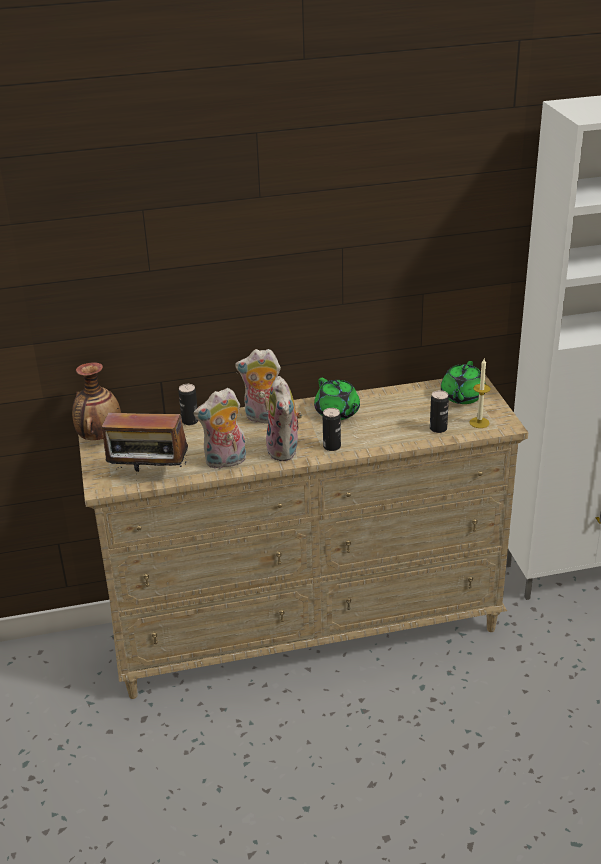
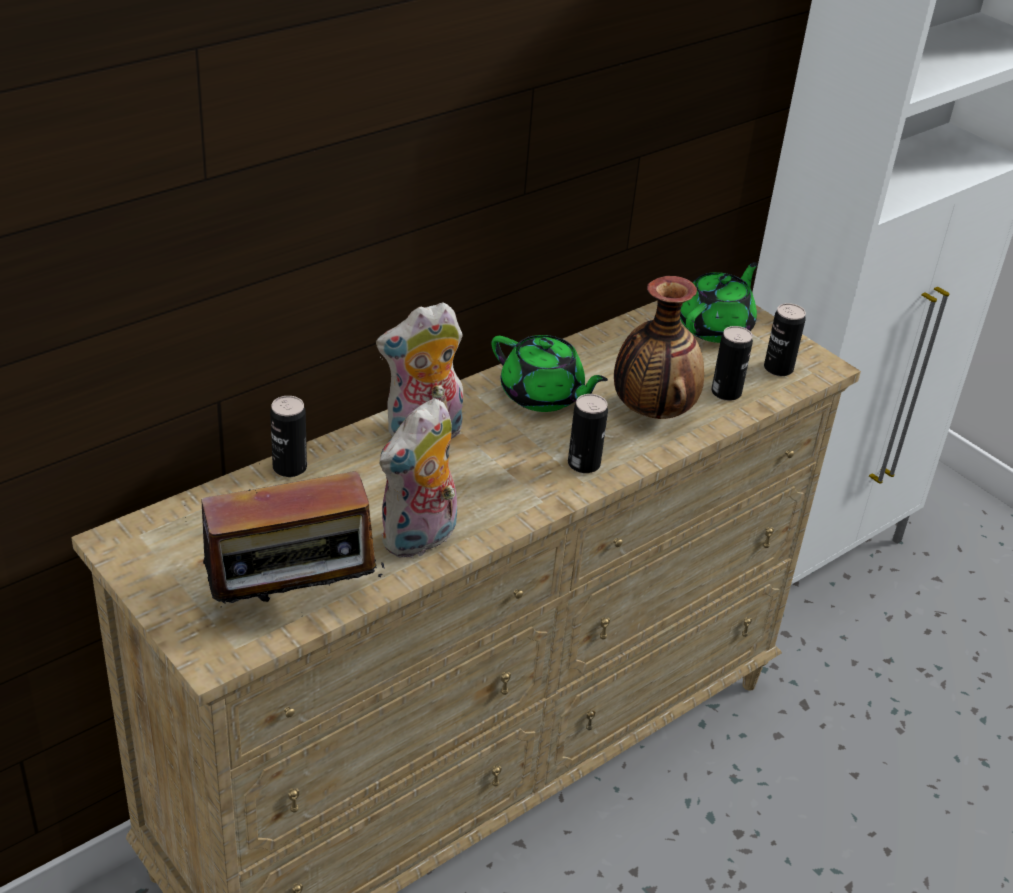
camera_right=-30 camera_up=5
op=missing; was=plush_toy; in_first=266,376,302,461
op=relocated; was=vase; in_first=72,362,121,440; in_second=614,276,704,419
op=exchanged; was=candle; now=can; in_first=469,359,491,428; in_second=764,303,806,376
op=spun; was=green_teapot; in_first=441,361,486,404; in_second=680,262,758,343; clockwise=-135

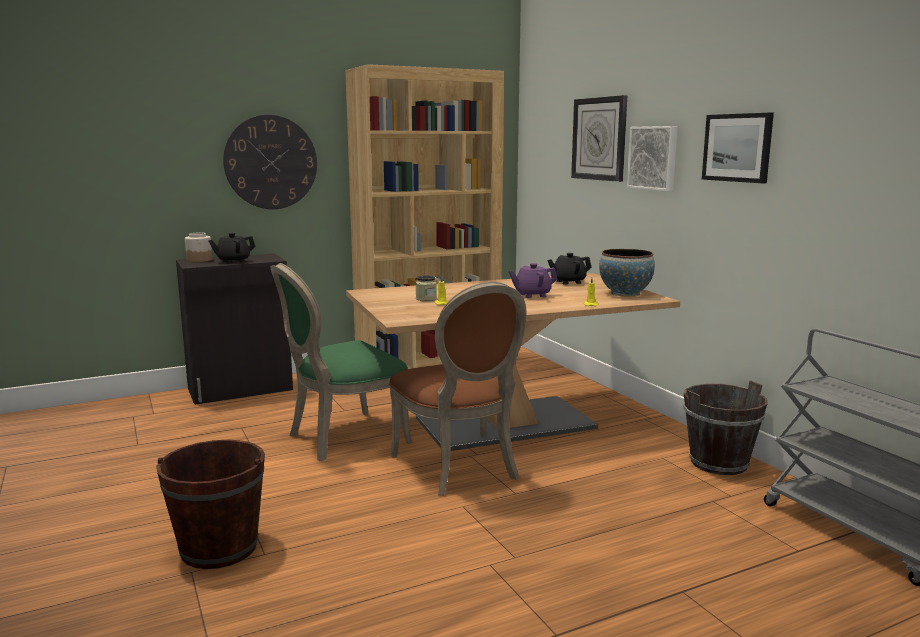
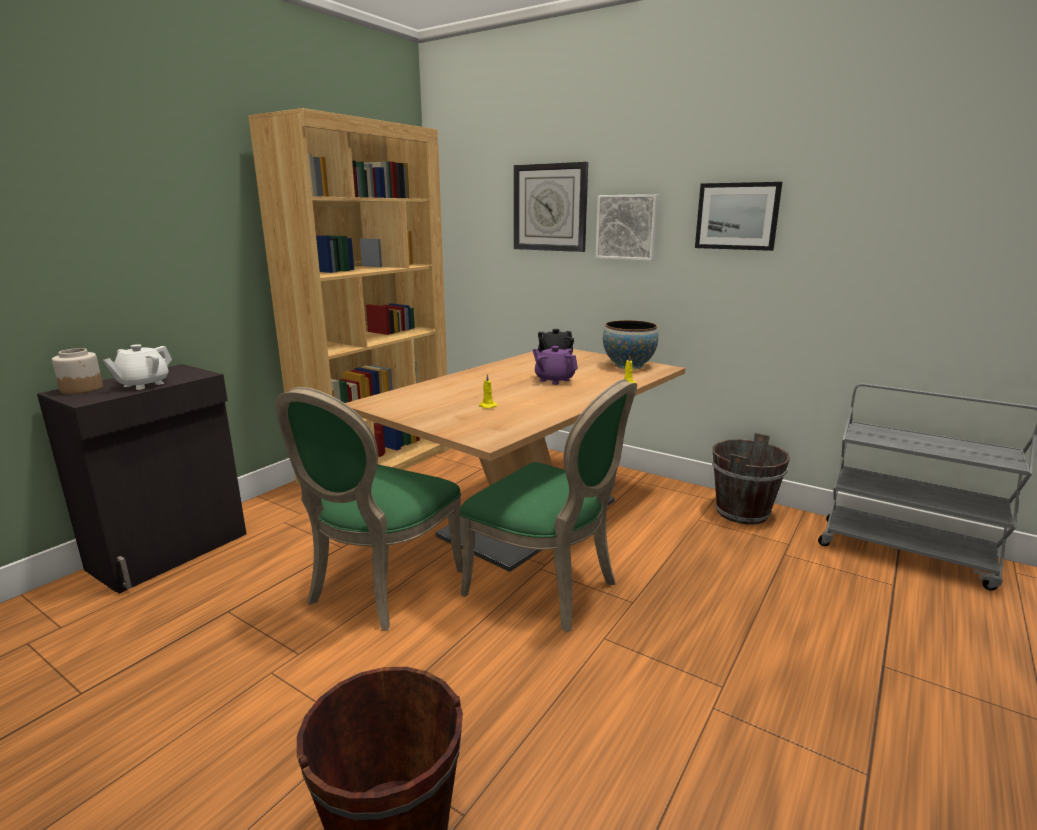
camera_right=-30 camera_up=5
op=missing; was=wall_clock; in_first=223,115,317,209
op=missing; was=jar; in_first=416,276,437,301
op=colour; was=black_teapot; now=white_teapot; in_first=208,233,256,264; in_second=103,344,172,390
op=colour; was=brown_chair; now=green_chair; in_first=389,281,526,495; in_second=459,379,637,633
op=spun; was=purple_teapot; in_first=509,263,558,298; in_second=533,346,578,385; clockwise=90

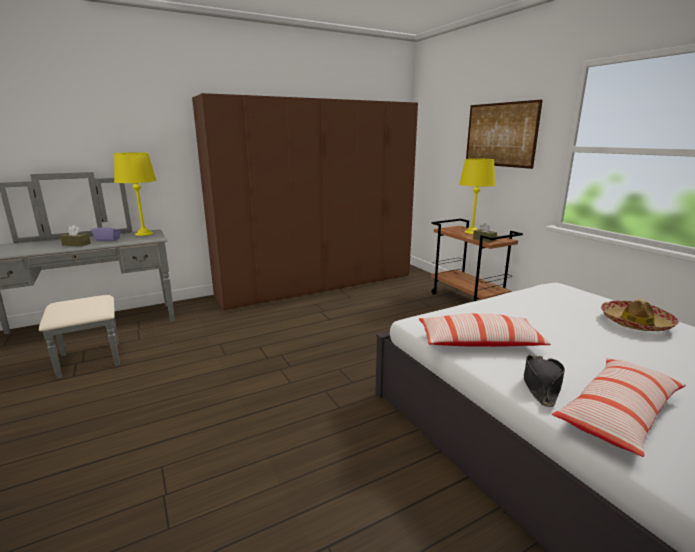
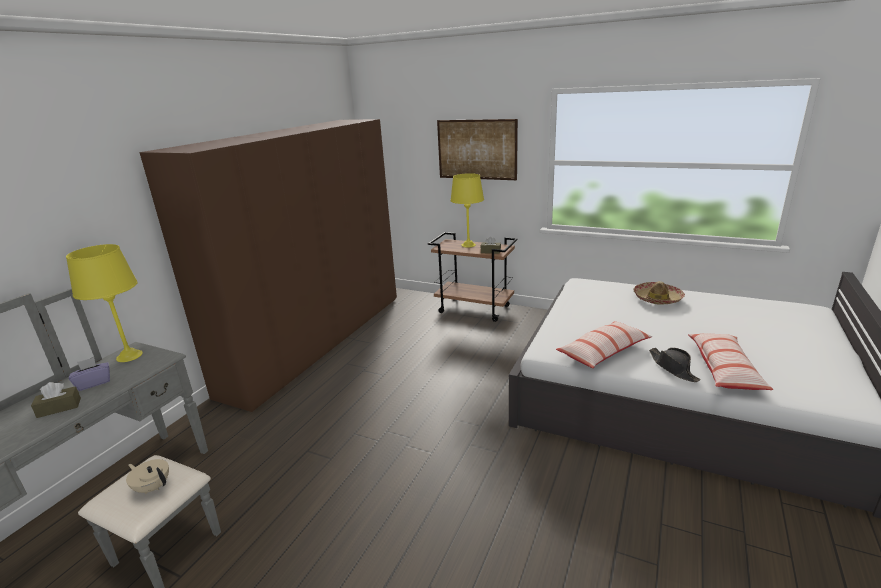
camera_right=-35 camera_up=5
op=appeared; now=beige_teapot; in_second=126,459,169,494

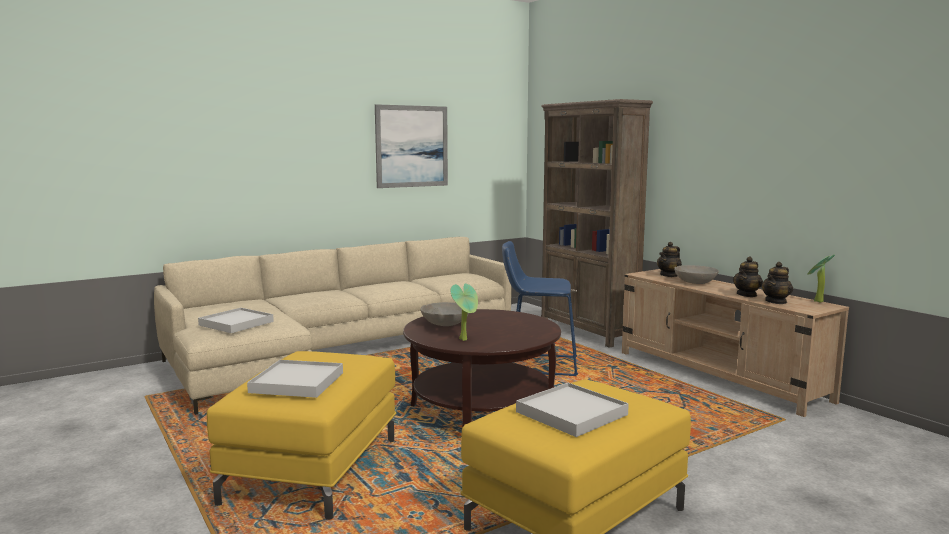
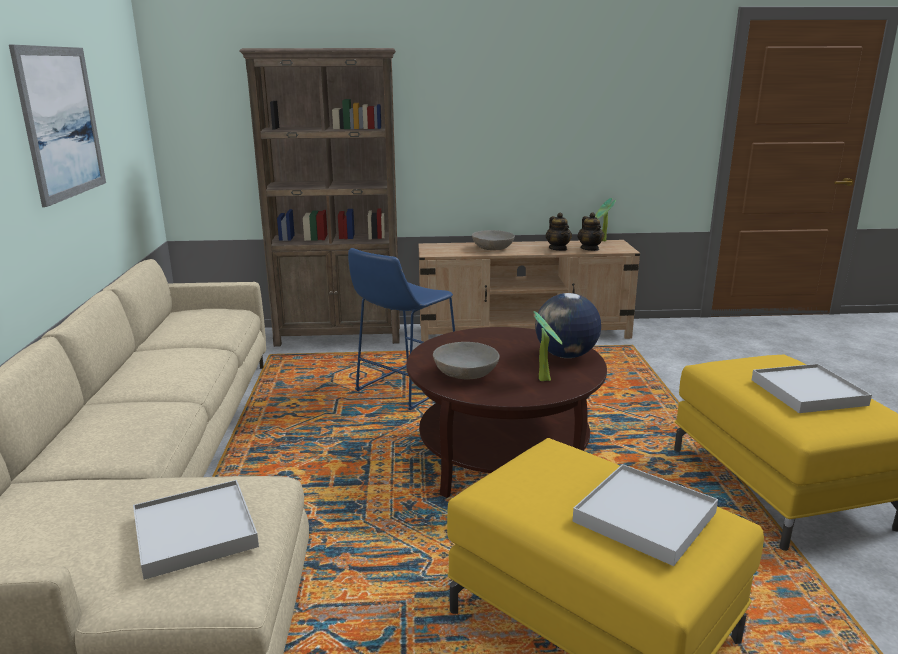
camera_right=-60 camera_up=10
op=missing; was=teapot; in_first=657,242,682,277
op=appeared; now=globe; in_second=535,293,601,358

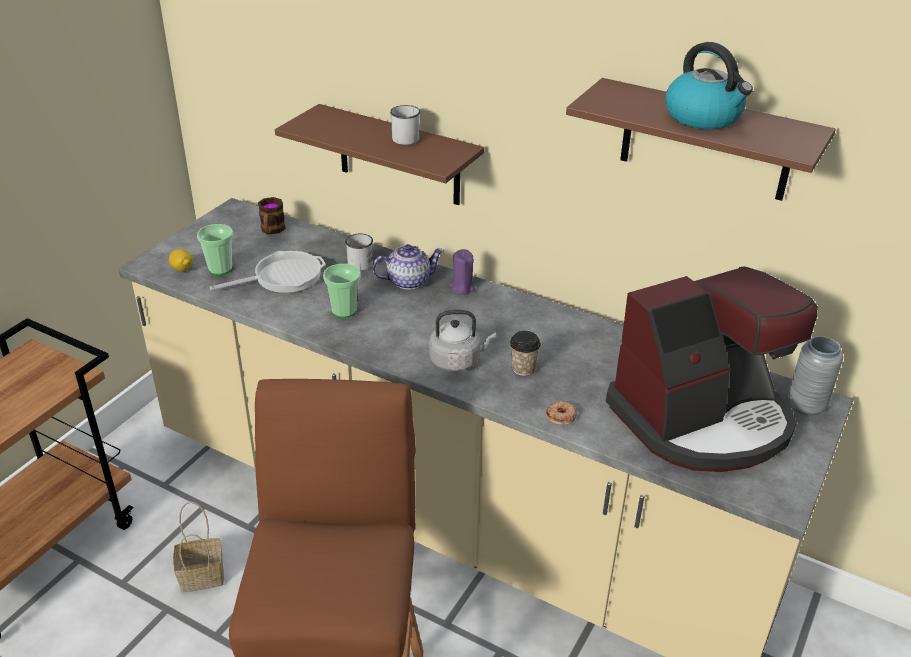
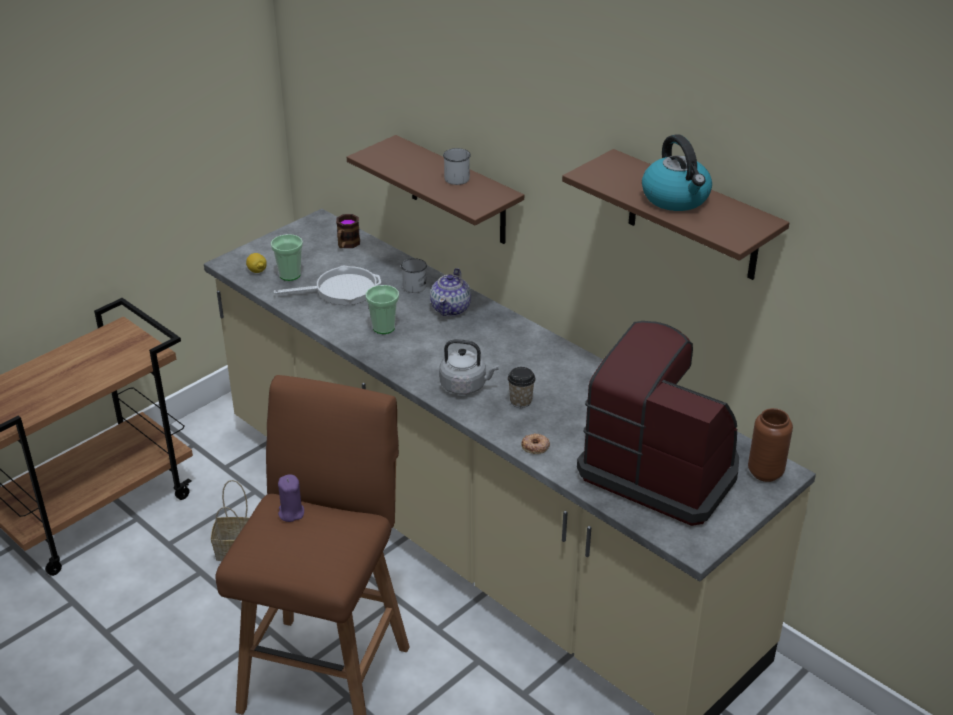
camera_right=15 camera_up=0
op=relocated; was=purple_candle; in_first=449,249,475,295; in_second=278,475,304,522
op=colour; was=grey_vase; now=brown_vase; in_first=788,336,843,416; in_second=748,408,793,482
op=spun; was=teapot; in_first=372,244,444,289; in_second=430,268,471,316; clockwise=105
op=spun; was=coffee_machine; in_first=606,266,818,472; in_second=577,321,739,526; clockwise=-135

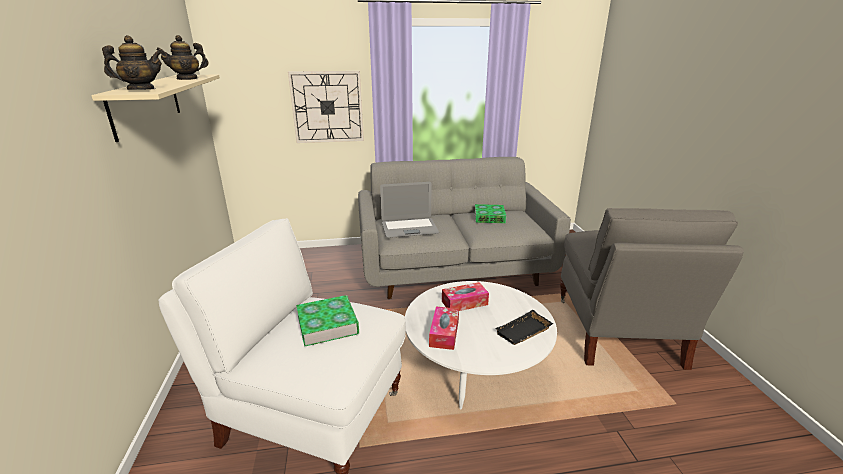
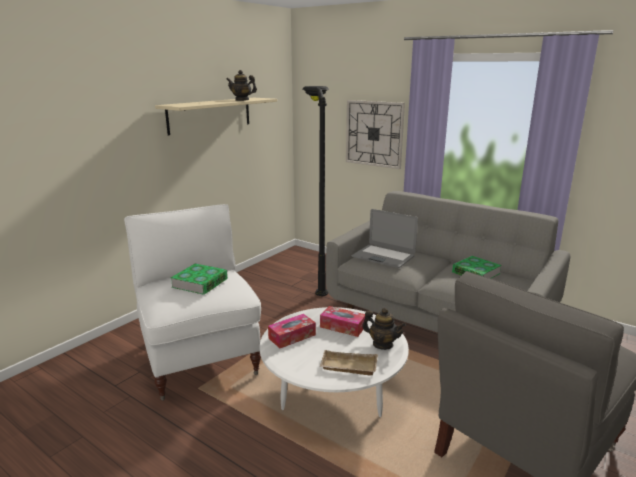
camera_right=45 camera_up=-5
op=appeared; now=black_floor_lamp; in_second=302,86,329,296
op=relocated; was=teapot; in_first=102,35,162,90; in_second=362,308,406,350
op=colour; was=black_tray; now=beige_tray; in_first=495,310,554,345; in_second=320,350,378,376

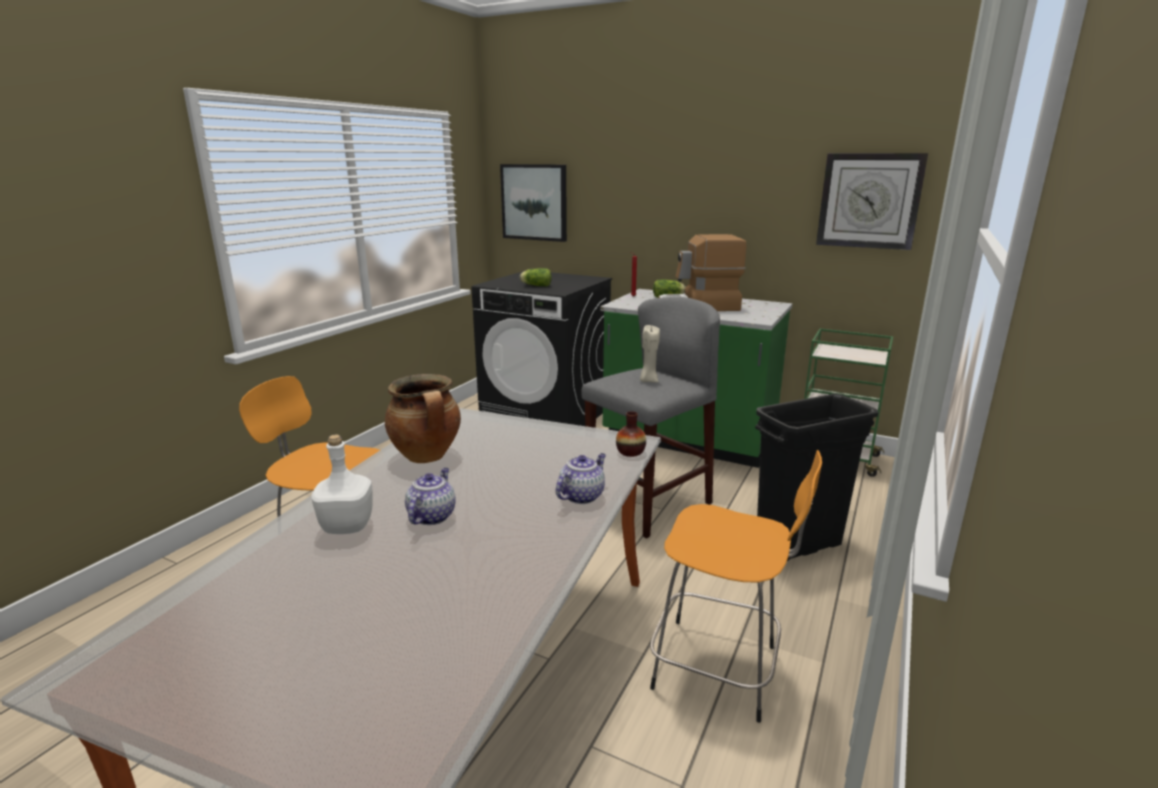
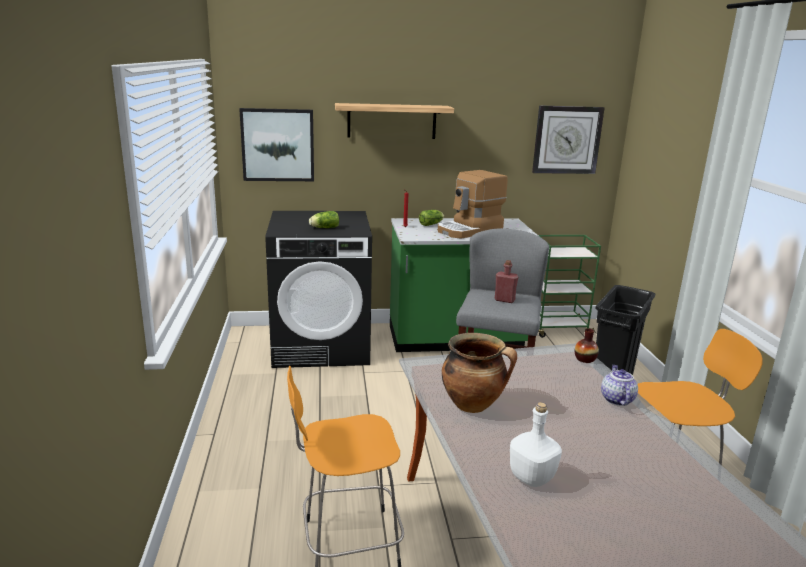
camera_right=-35 camera_up=0
op=missing; was=teapot; in_first=405,468,456,525
op=appeared; now=shelf; in_second=335,103,454,139
op=exchanged; was=beige_candle; now=red_bottle; in_first=640,325,660,383; in_second=494,260,518,303

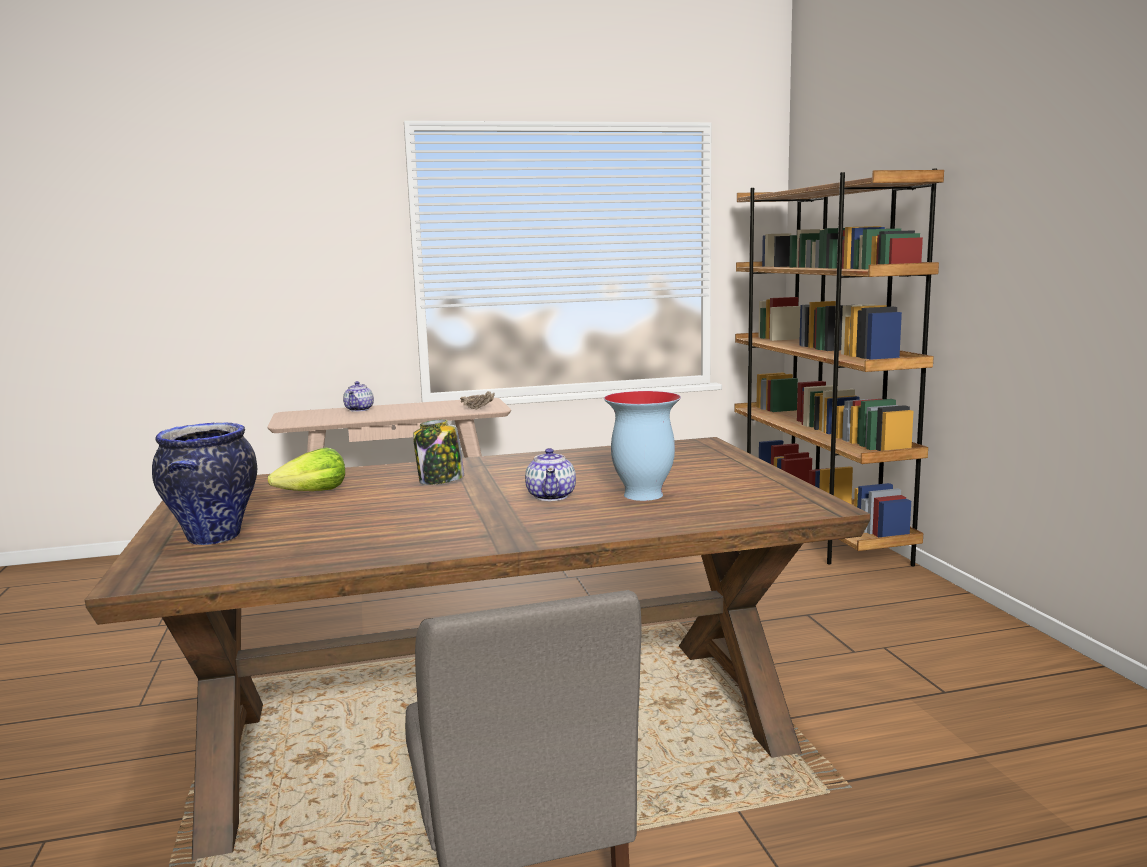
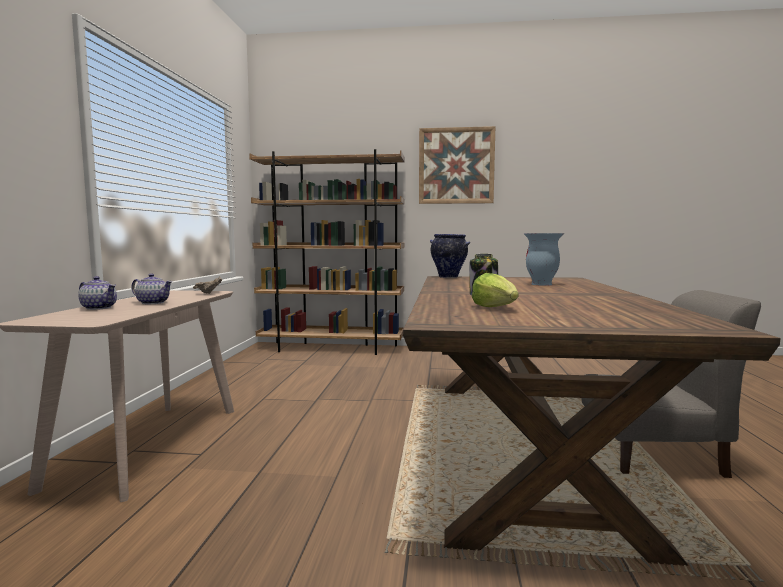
camera_right=-70 camera_up=-5
op=appeared; now=picture; in_second=419,126,495,204
op=relocated; was=vase; in_first=152,422,257,545; in_second=430,234,470,278
op=relocated; was=teapot; in_first=525,448,576,501; in_second=131,274,173,304

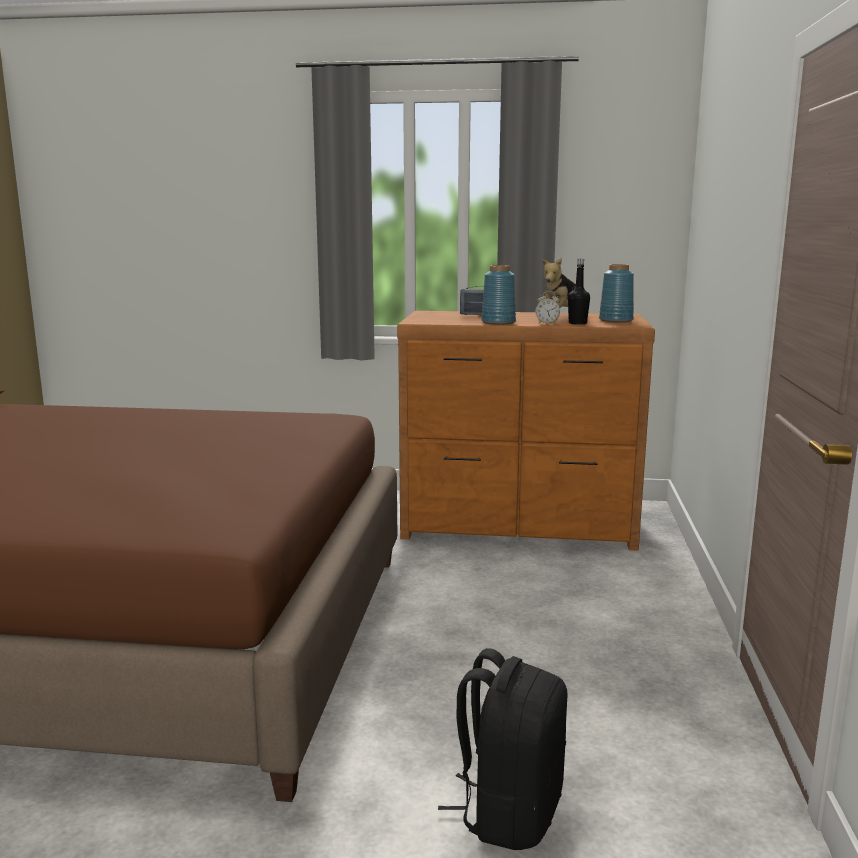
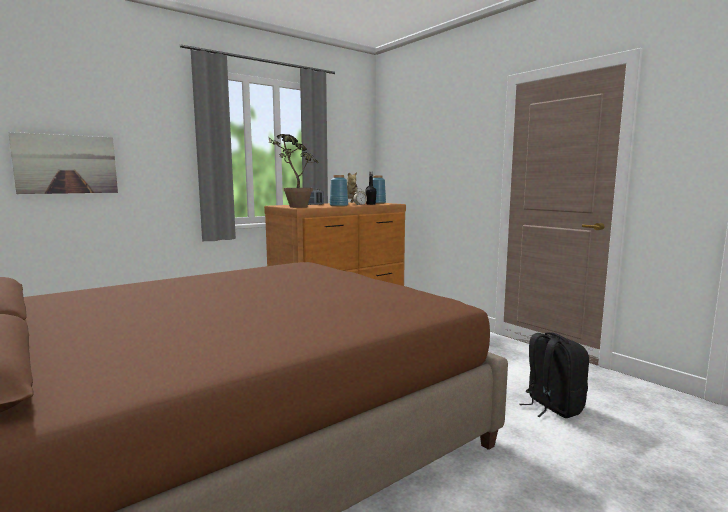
camera_right=-45 camera_up=-5
op=appeared; now=picture; in_second=8,132,118,194
op=appeared; now=potted_plant; in_second=268,134,318,208

